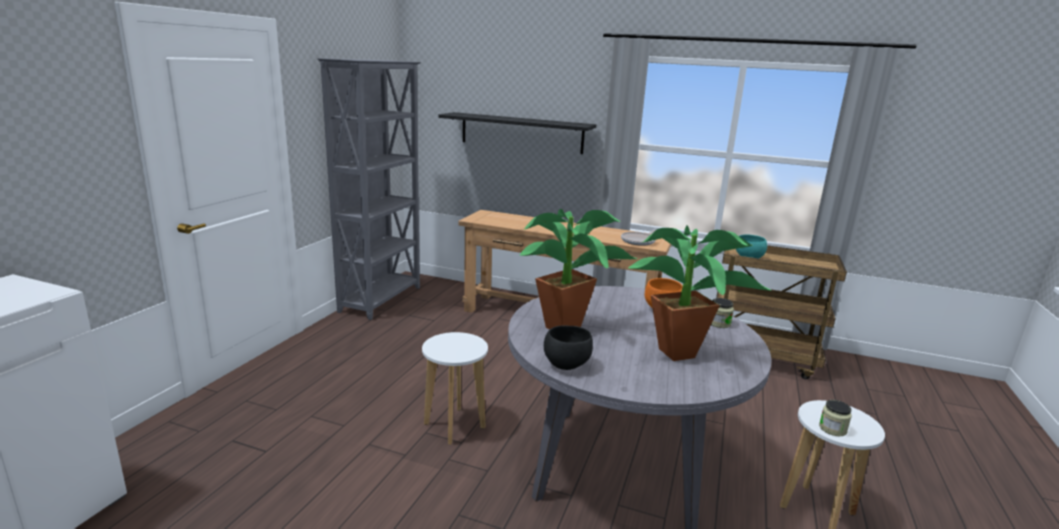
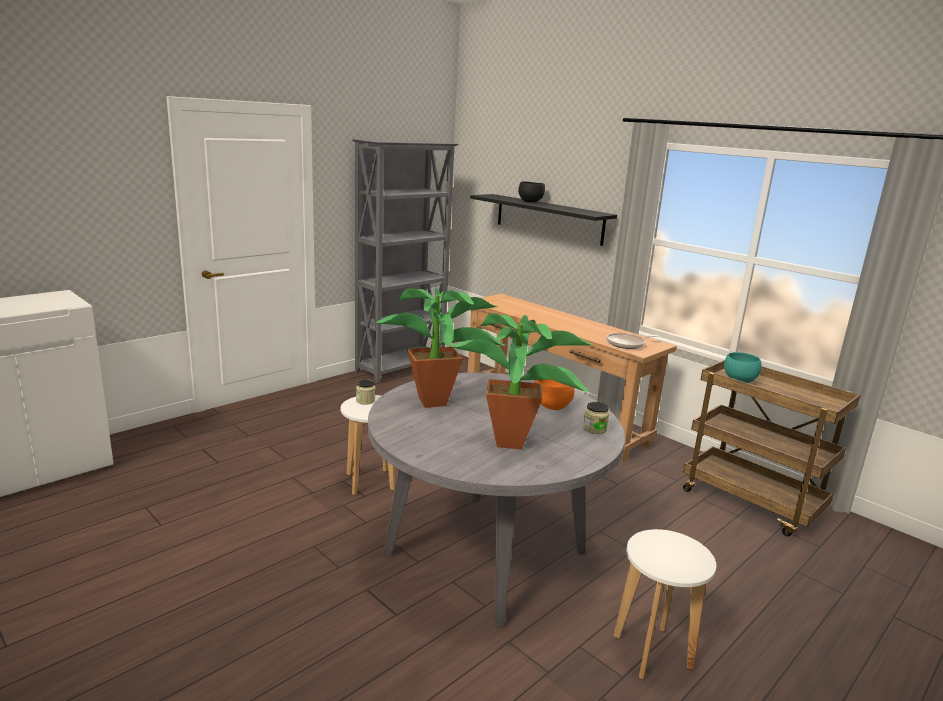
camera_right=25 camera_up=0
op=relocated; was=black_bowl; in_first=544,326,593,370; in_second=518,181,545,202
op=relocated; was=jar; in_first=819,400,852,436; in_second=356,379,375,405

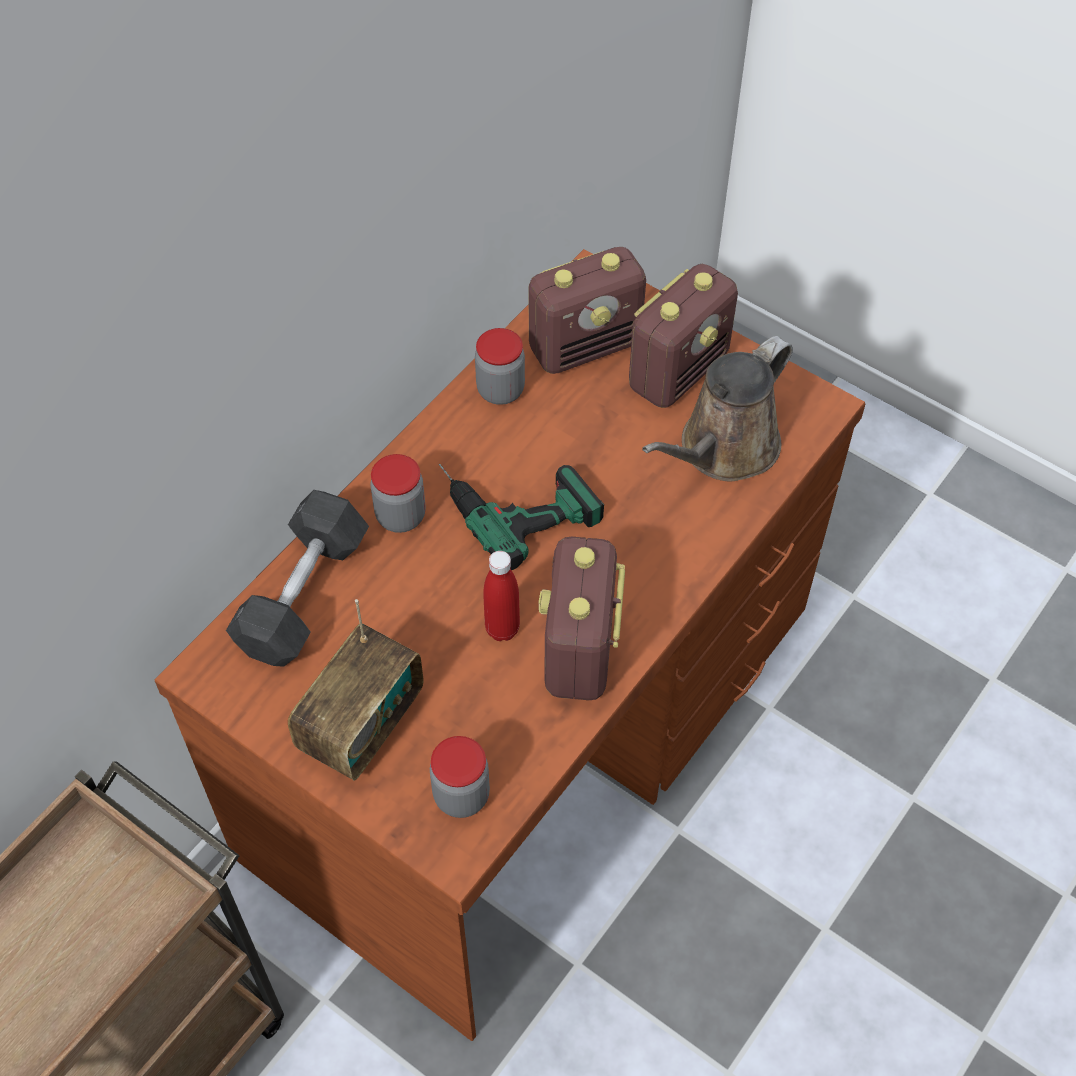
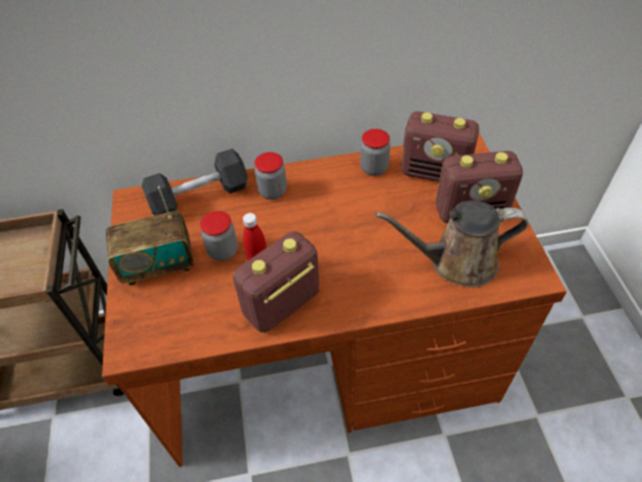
camera_right=45 camera_up=-5
op=missing; was=power_drill; in_first=439,464,604,570
op=relocated; was=jar; in_first=430,736,490,818; in_second=200,211,238,261

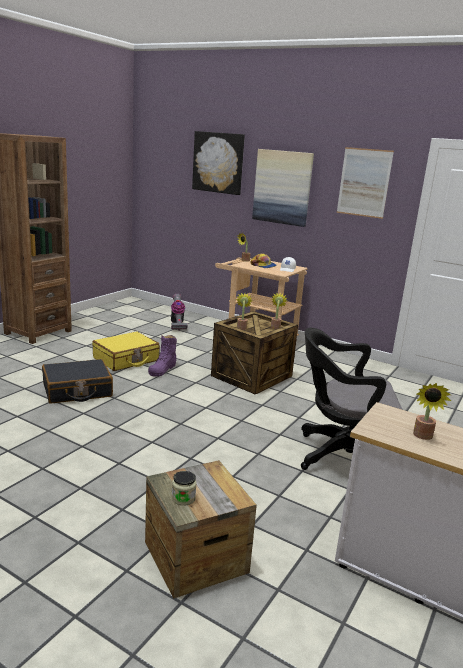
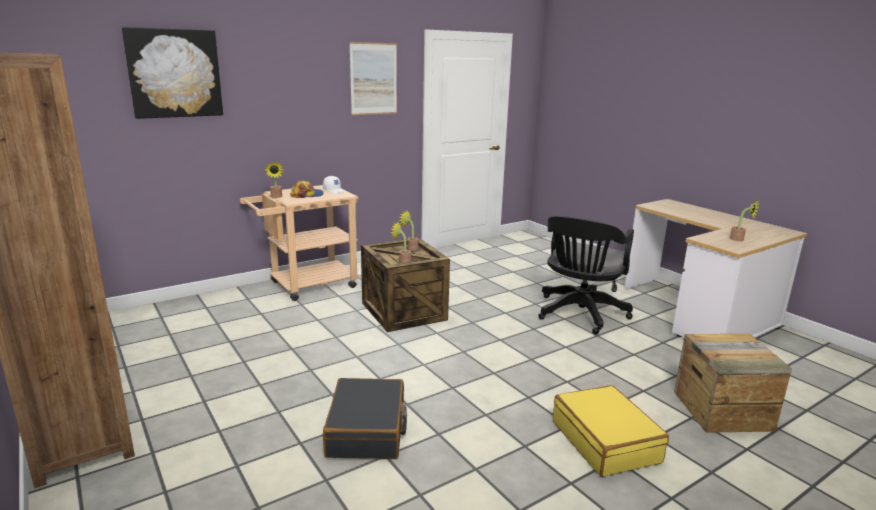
camera_right=-65 camera_up=0
op=missing; was=purple_boot; in_first=148,335,177,377
op=missing; was=vacuum_cleaner; in_first=171,294,187,330
op=missing; was=jar; in_first=172,471,197,506
op=missing; was=picture; in_first=252,149,314,227
op=relocated; was=yellow_suitcase; in_first=92,332,160,371; in_second=553,385,669,477

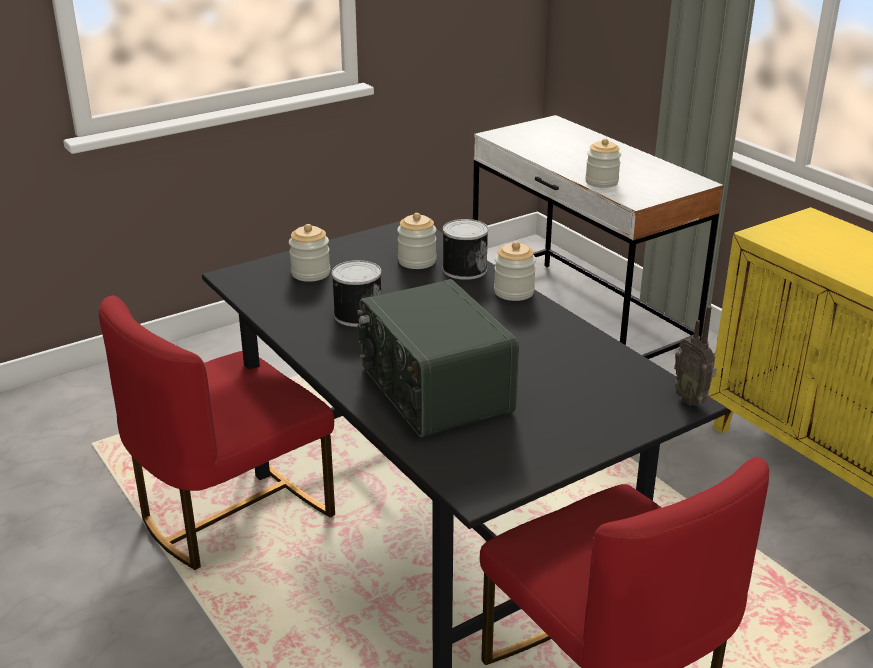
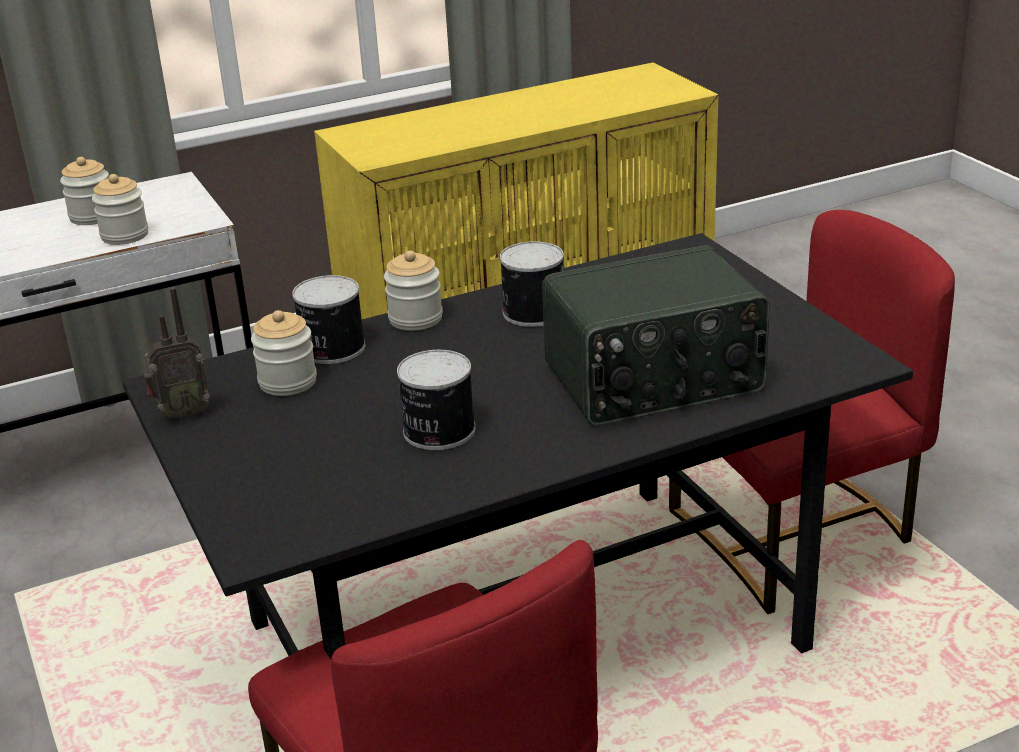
camera_right=-80 camera_up=0
op=appeared; now=can; in_second=500,241,564,327
op=relocated; was=jar; in_first=289,224,330,282; in_second=60,157,109,225
op=relocated; was=radio; in_first=674,306,717,406; in_second=144,287,210,421

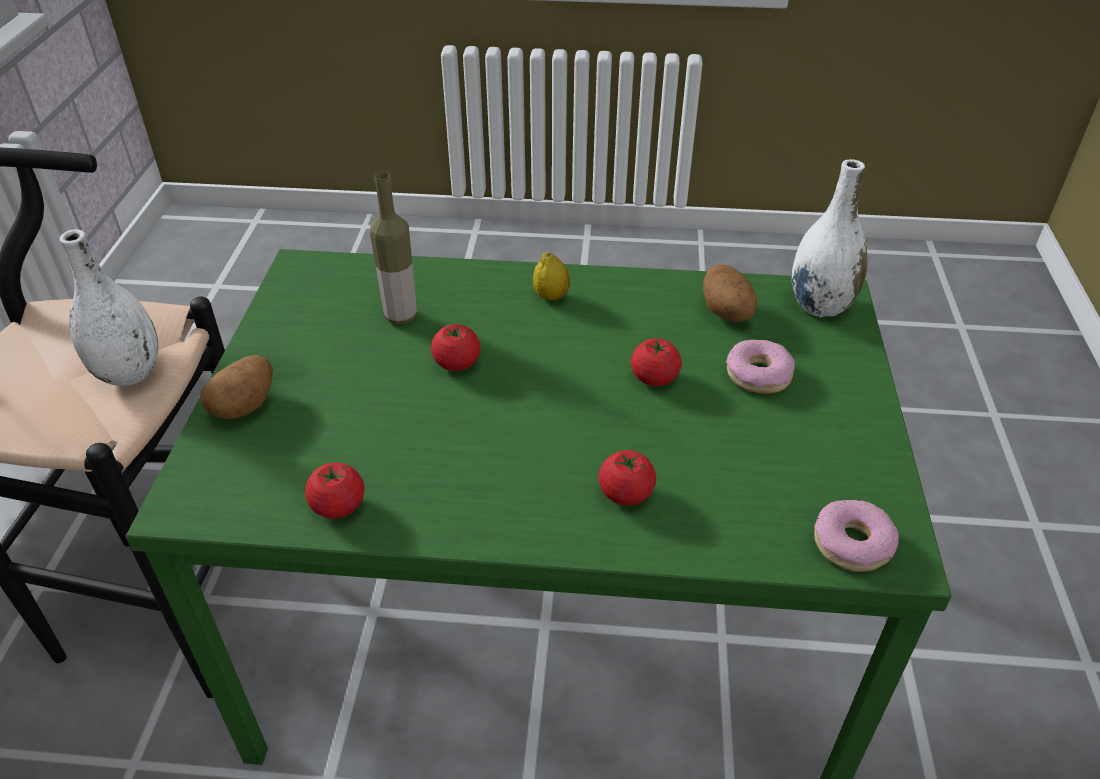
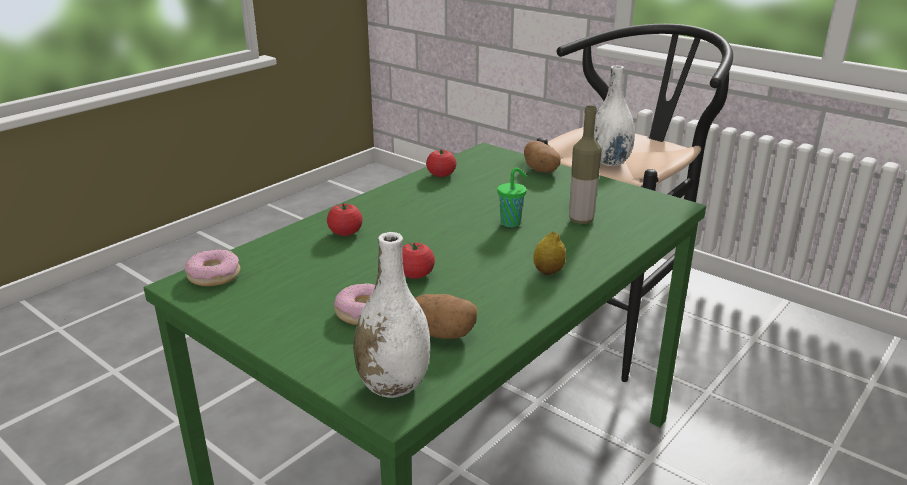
camera_right=125 camera_up=-15
op=exchanged; was=tomato; now=green_cup; in_first=431,324,481,371; in_second=497,168,527,227

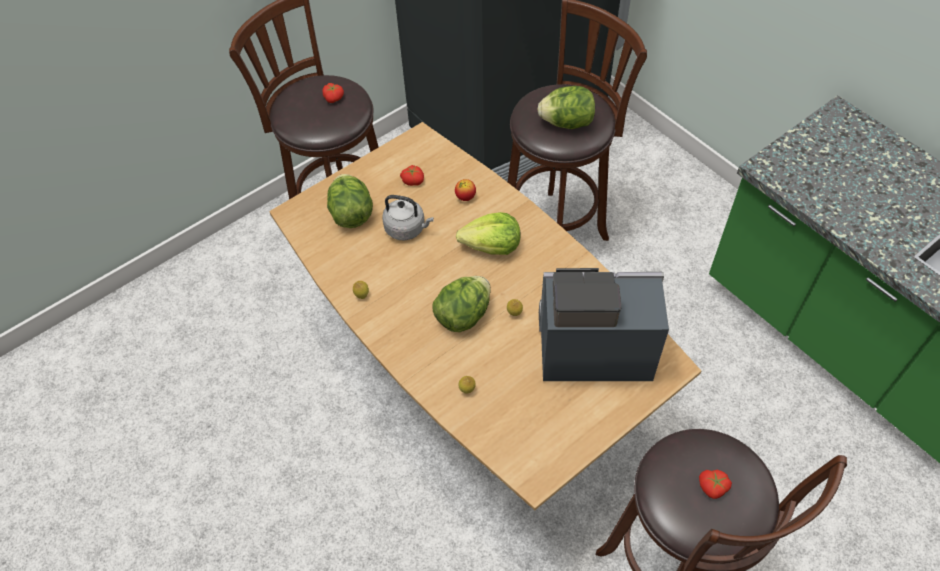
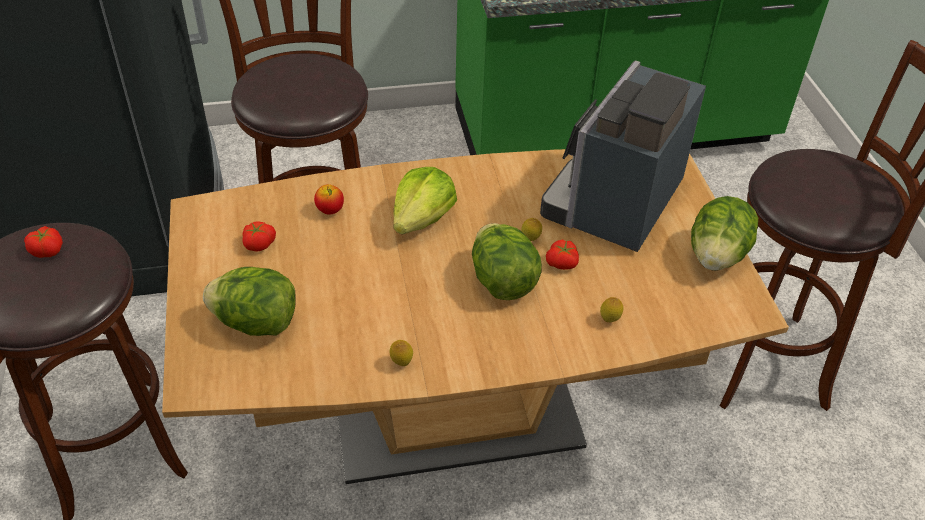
camera_right=-65 camera_up=-10
op=missing; was=grey_kettle; in_first=382,195,434,240
op=relocated; was=lettuce; in_first=537,86,595,129; in_second=691,196,758,271
op=relocated; was=tomato; in_first=699,470,732,499; in_second=546,240,579,270

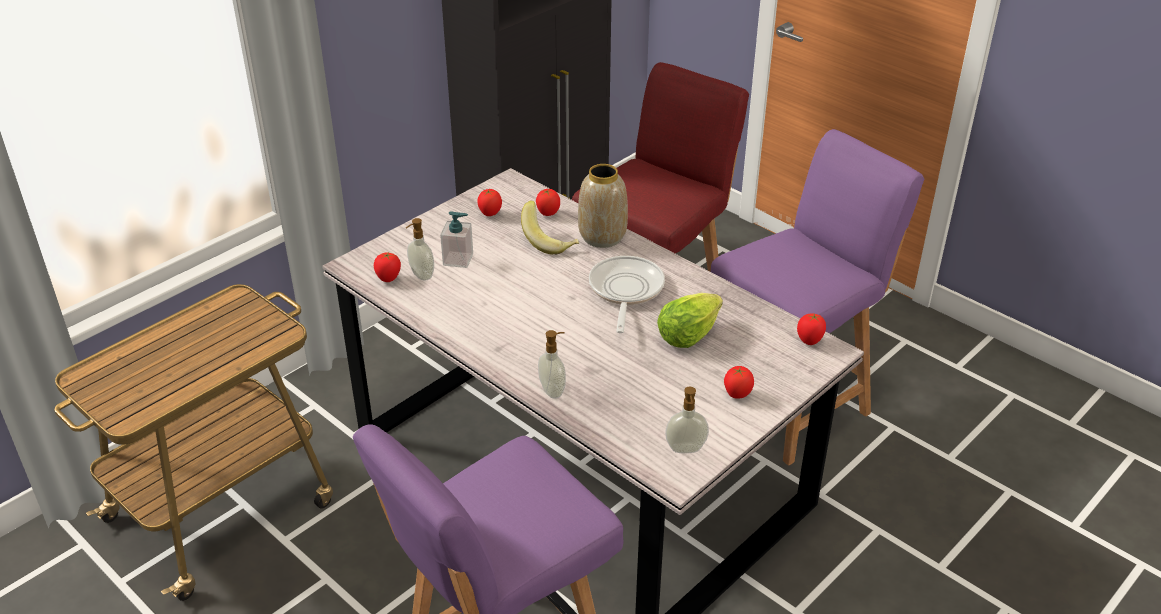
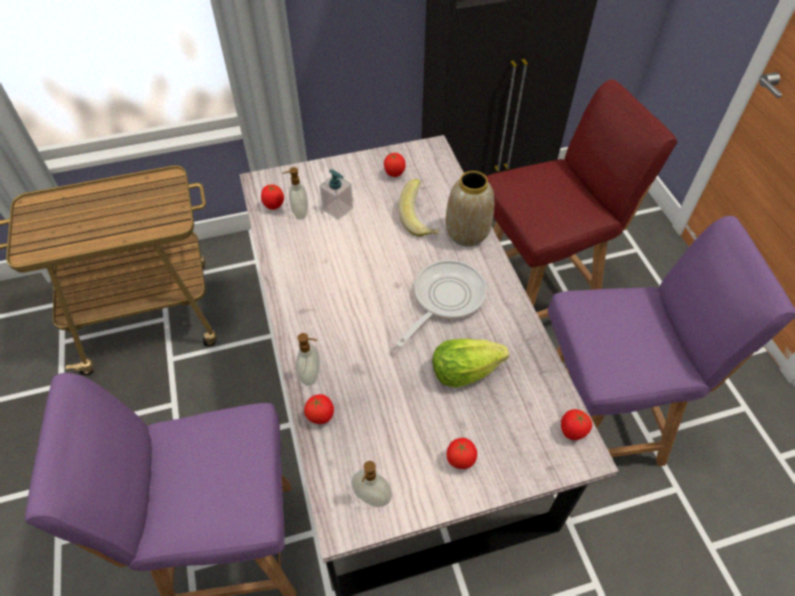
camera_right=30 camera_up=15
op=relocated; was=tomato; in_first=536,189,560,216; in_second=304,394,334,424

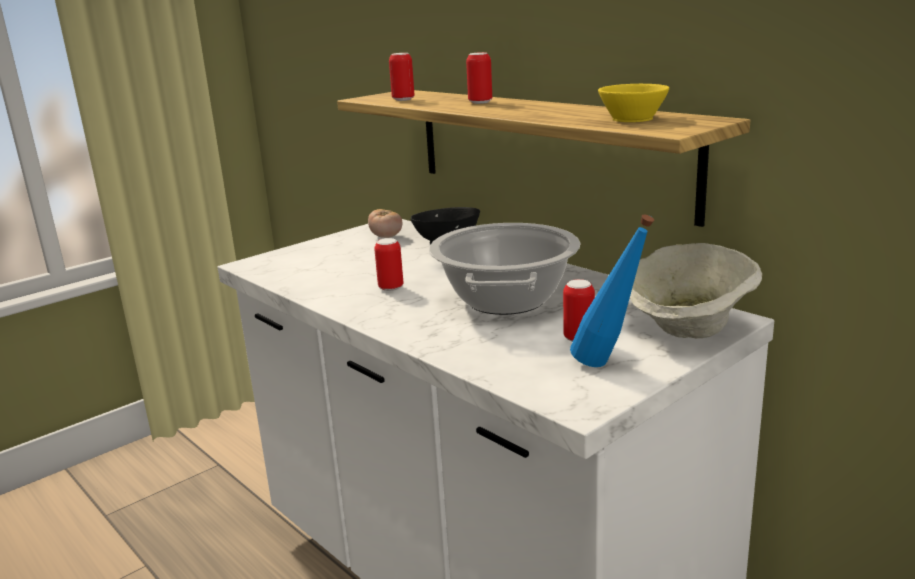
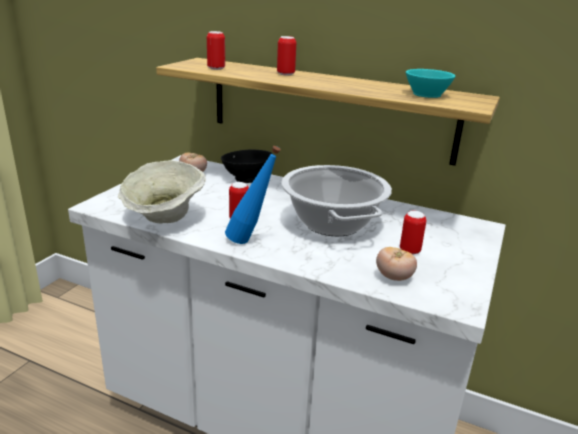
camera_right=-25 camera_up=5
op=appeared; now=tomato; in_second=376,247,417,281
op=relocated; was=blue_bottle; in_first=570,215,654,367; in_second=225,146,281,244
op=relocated; was=beige_bowl; in_first=630,243,762,338; in_second=118,160,206,223
op=colour; was=yellow_cup; now=turquoise_cup; in_first=598,84,669,122; in_second=406,69,455,98

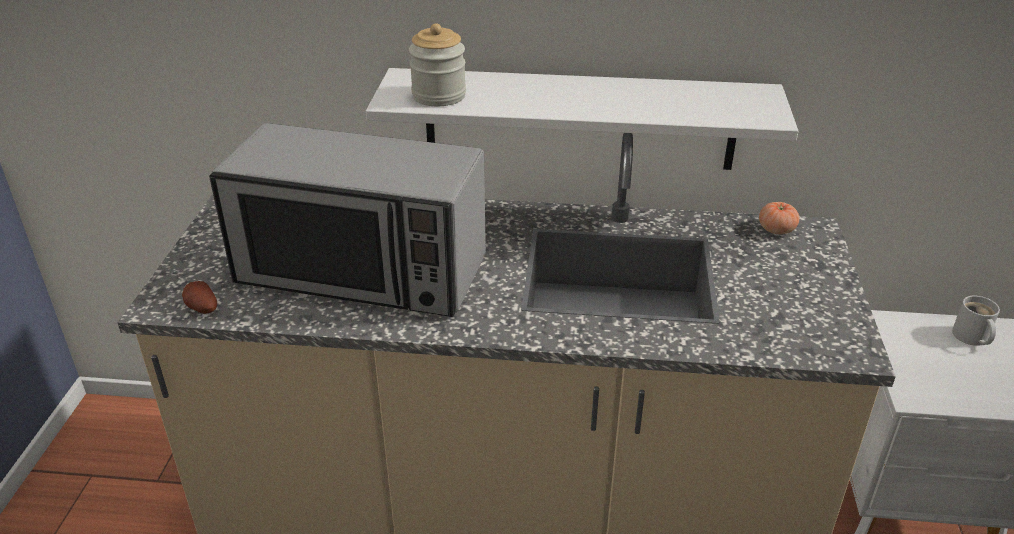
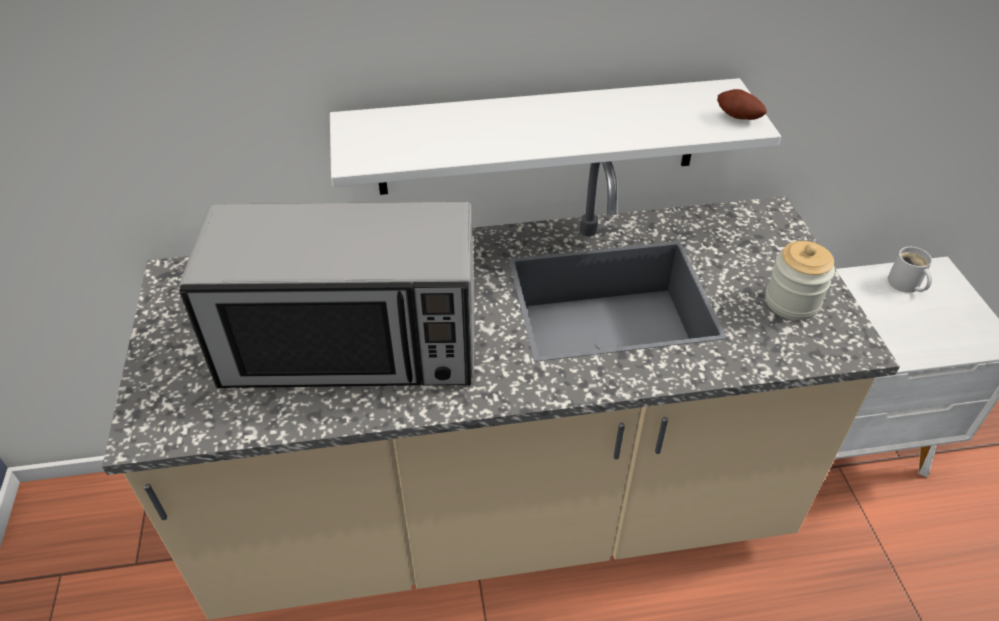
camera_right=-15 camera_up=10
op=missing; was=tomato; in_first=759,202,799,234
op=relocated; was=potato; in_first=182,281,217,314; in_second=717,89,767,120
op=relocated; was=jar; in_first=409,23,466,106; in_second=765,241,835,320

